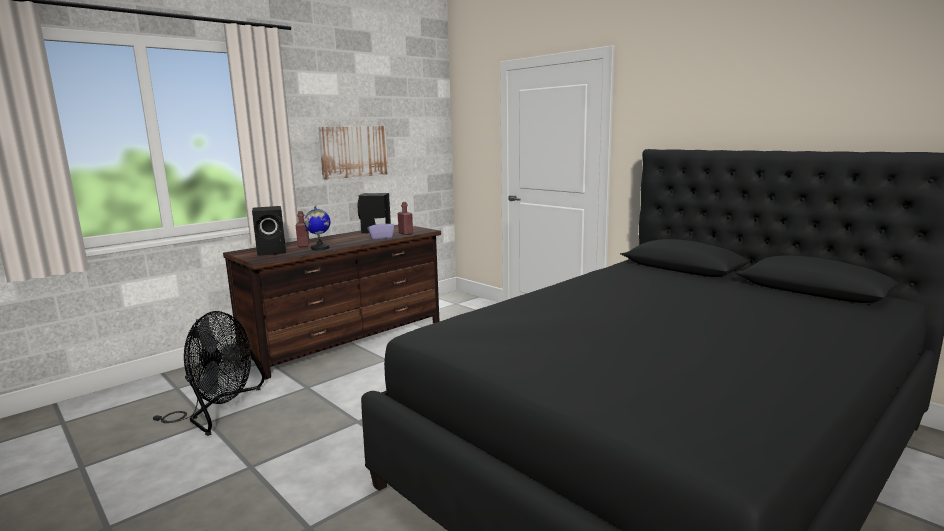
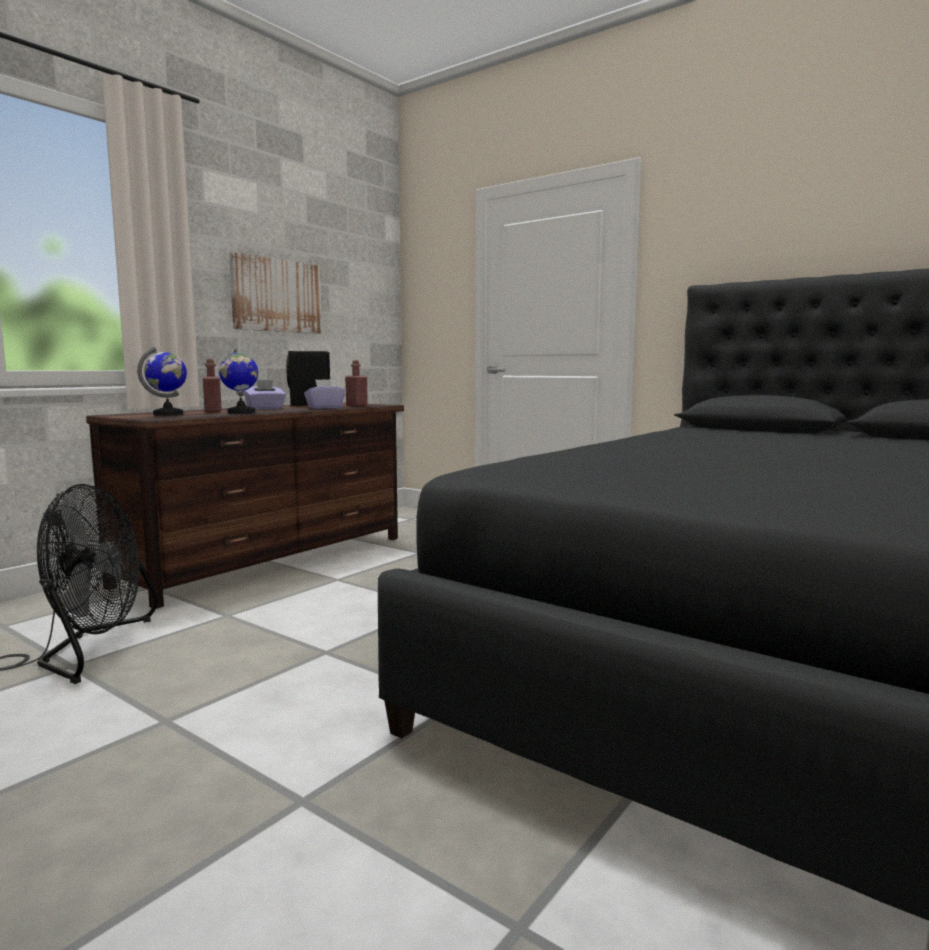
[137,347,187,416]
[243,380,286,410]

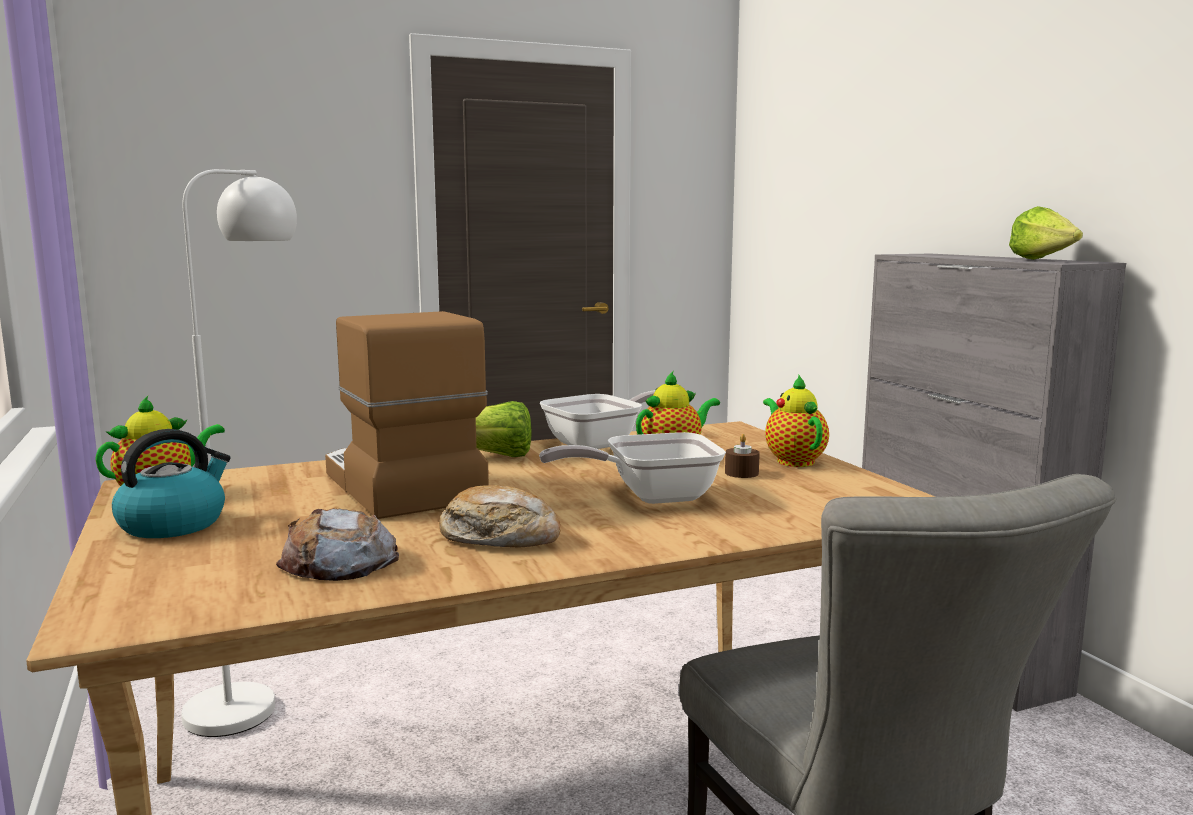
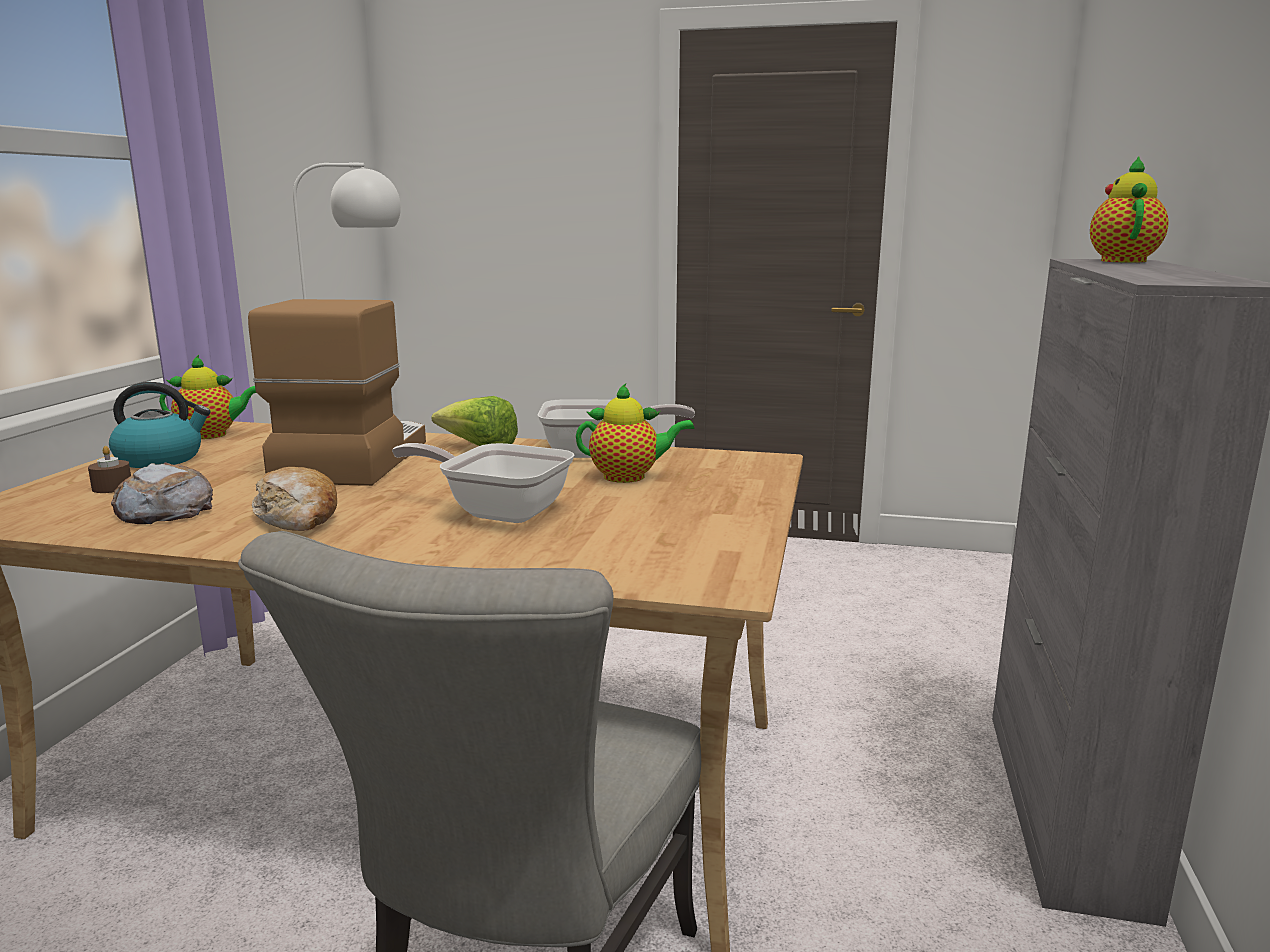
[88,446,131,493]
[1090,156,1169,263]
[1009,206,1083,260] (first image)

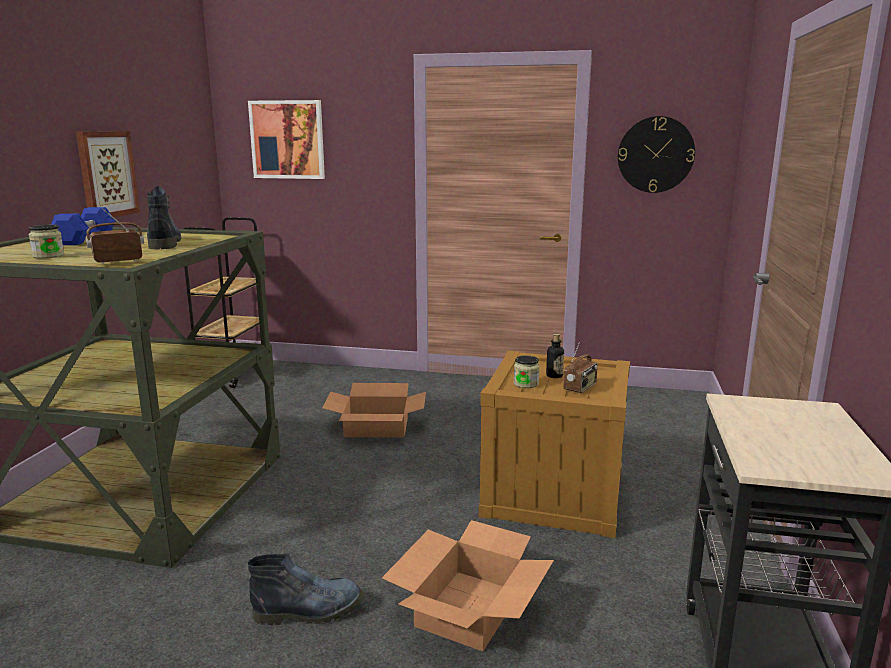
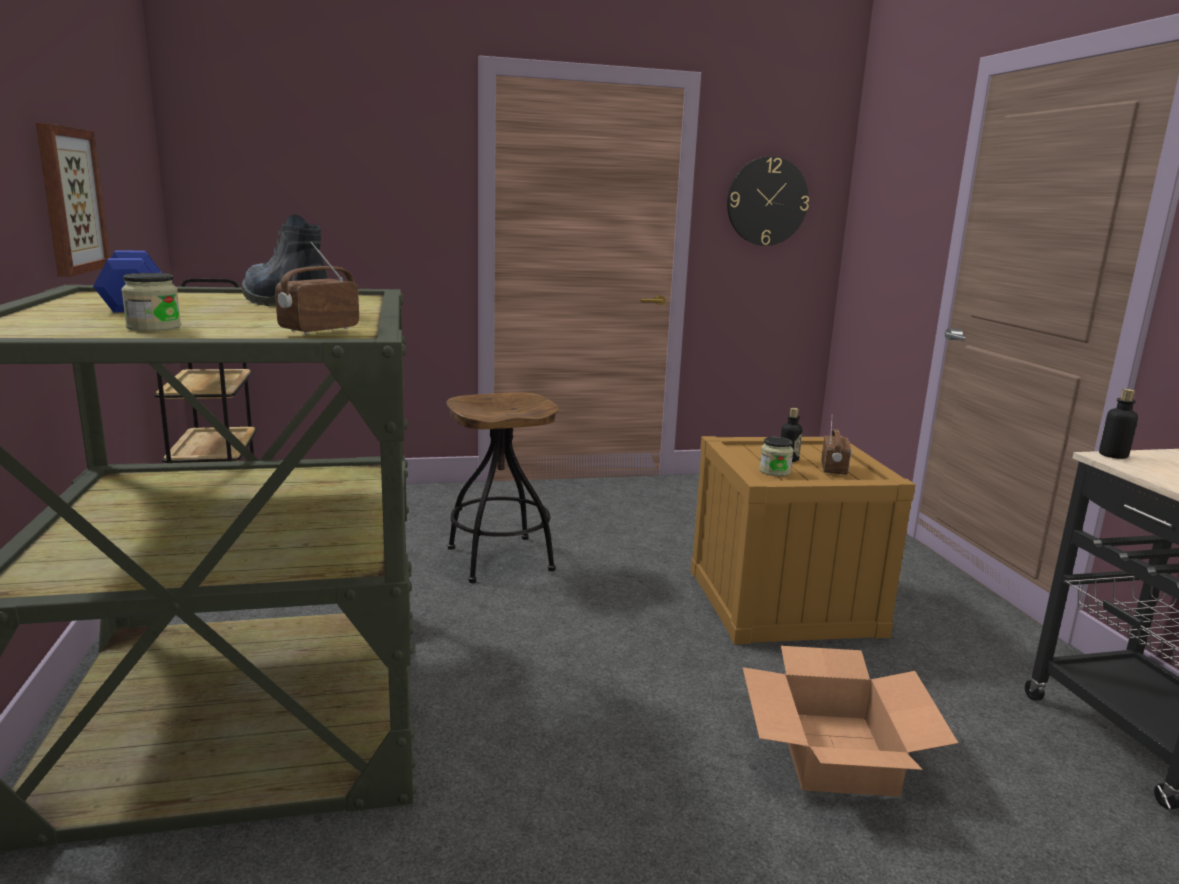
[447,392,559,583]
[1099,389,1138,459]
[248,100,325,179] (first image)
[248,553,363,625] (first image)

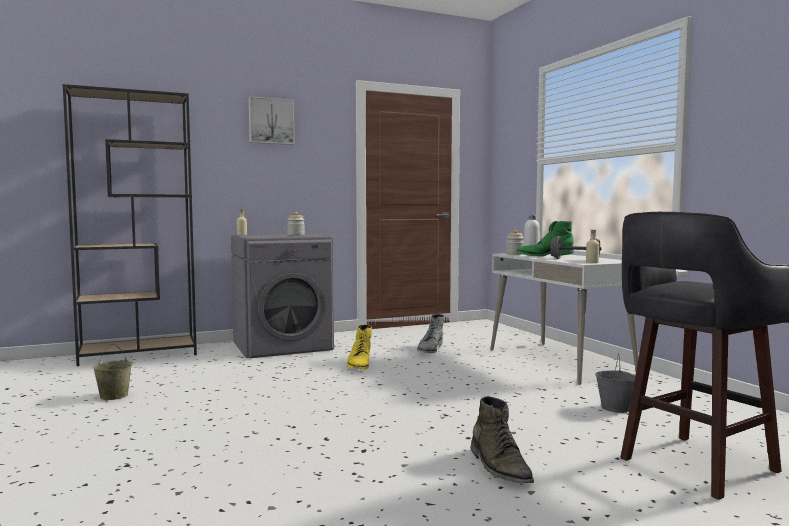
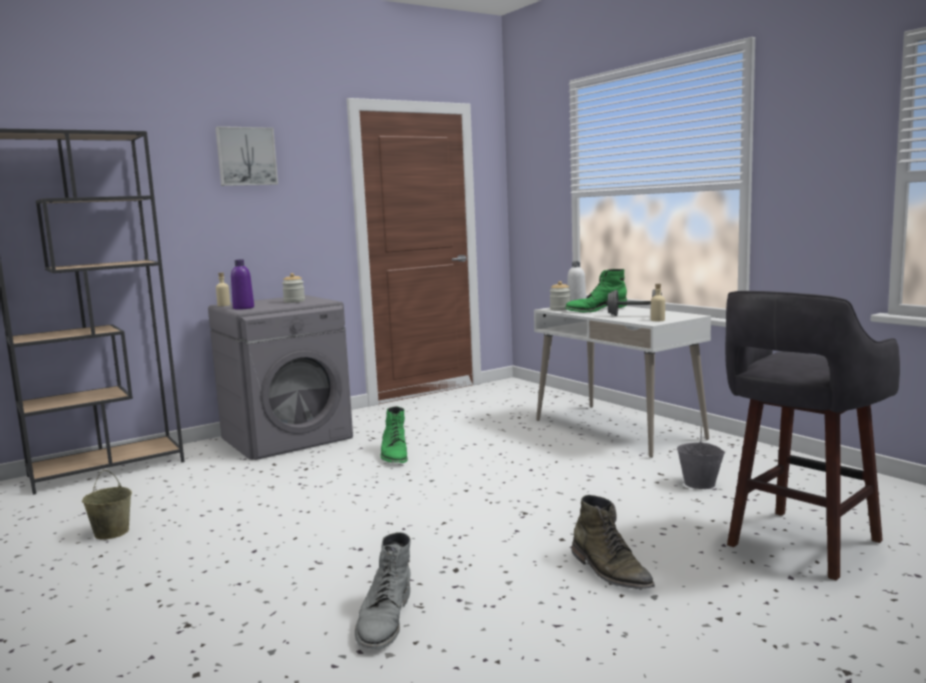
[231,259,254,310]
[355,532,411,650]
[381,406,408,463]

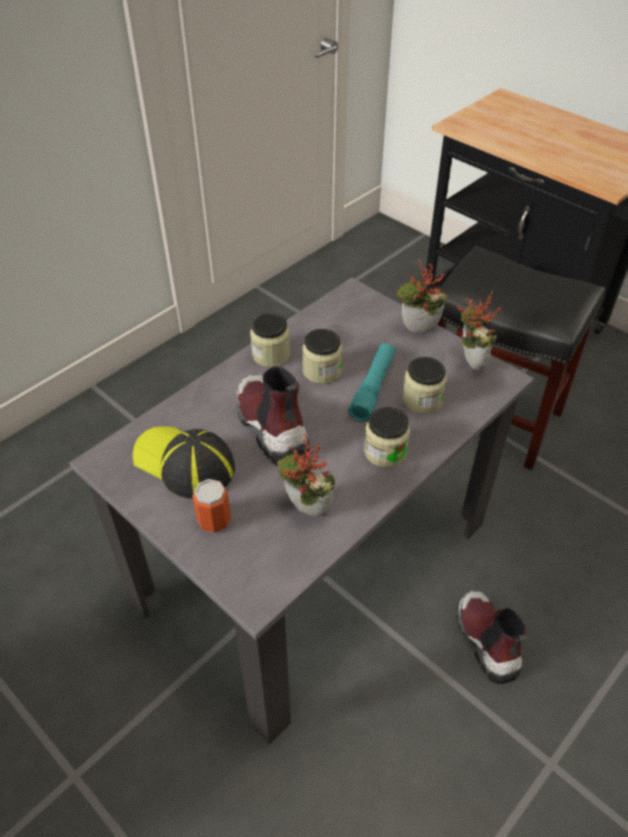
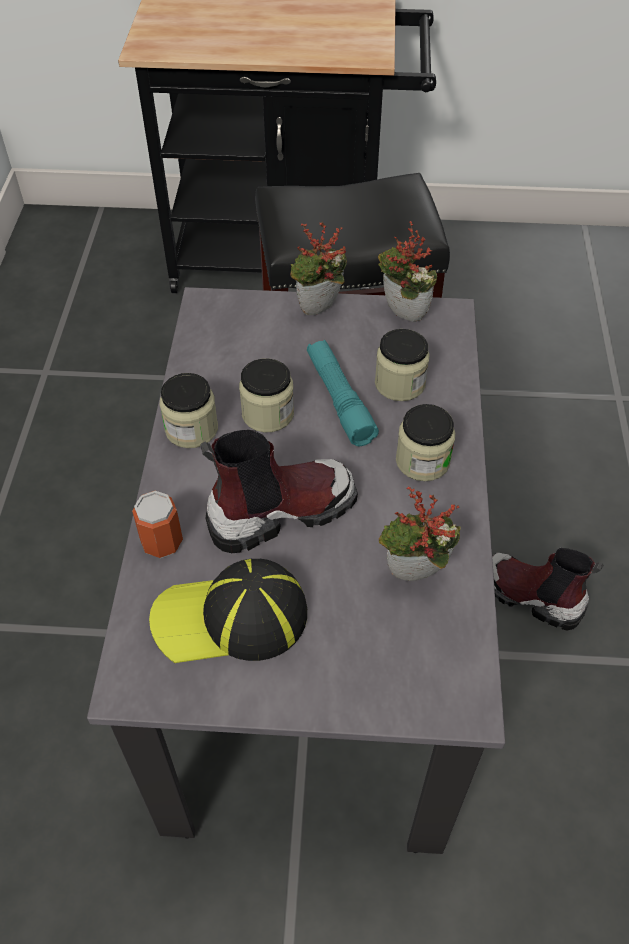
[132,491,183,558]
[200,430,358,553]

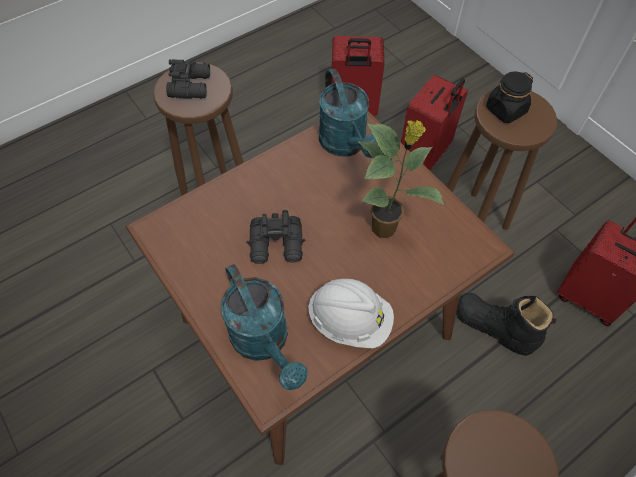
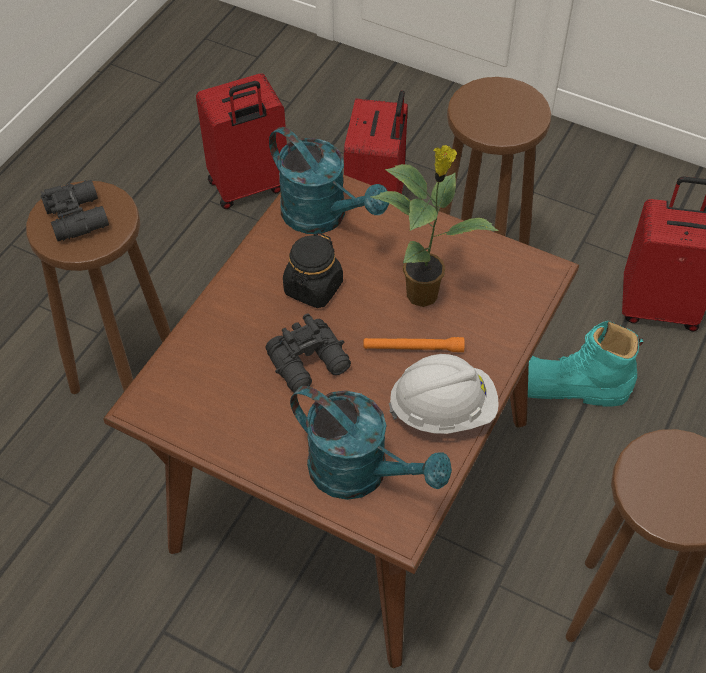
[283,233,343,308]
[364,337,465,352]
[528,321,643,406]

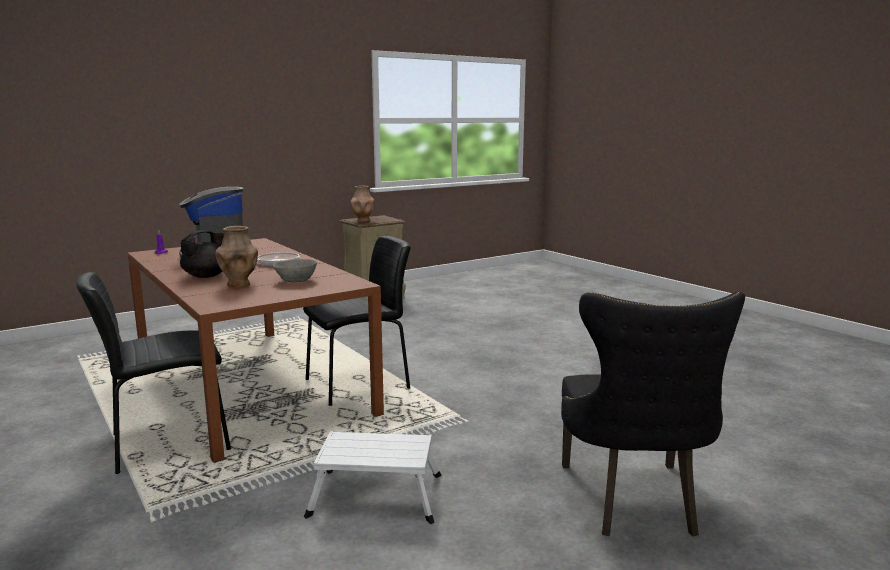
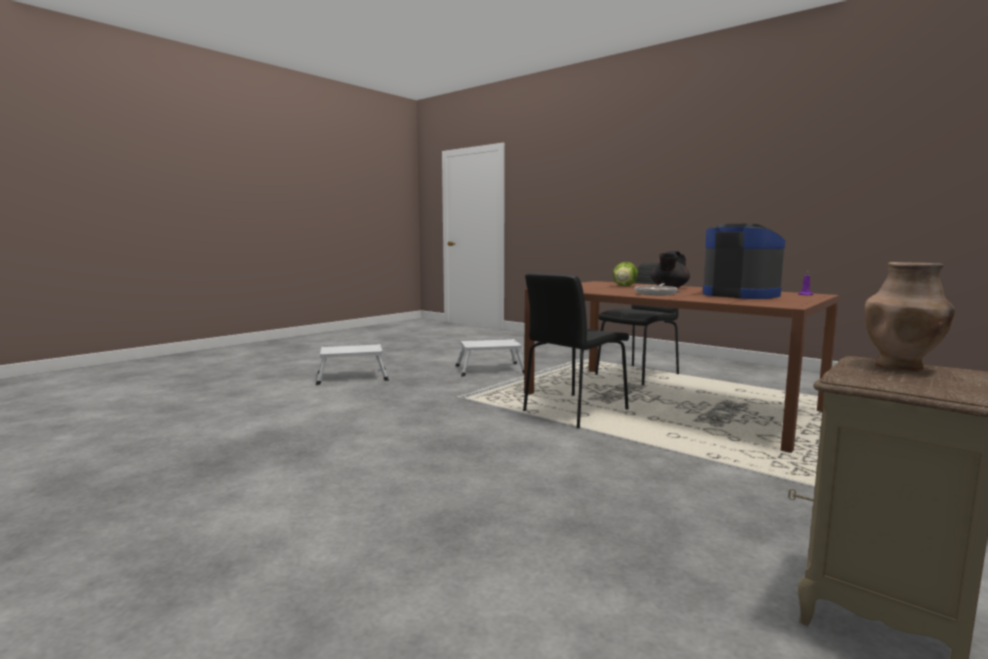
[316,344,389,385]
[613,262,638,286]
[273,259,317,282] (first image)

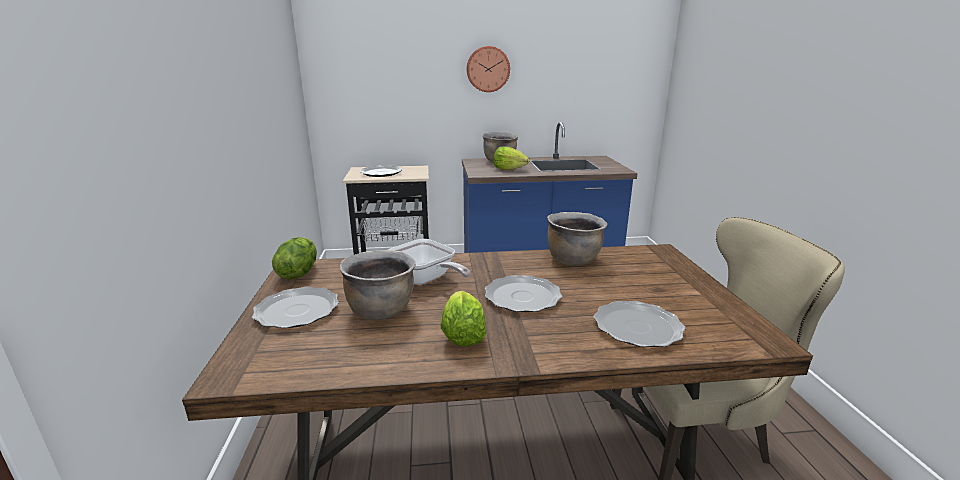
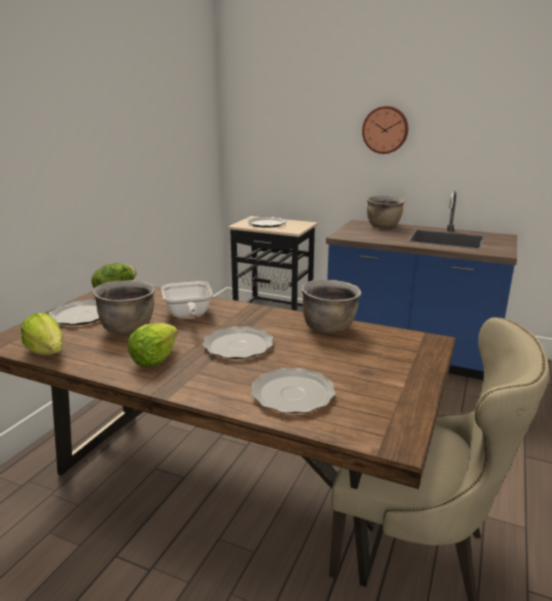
[21,313,63,355]

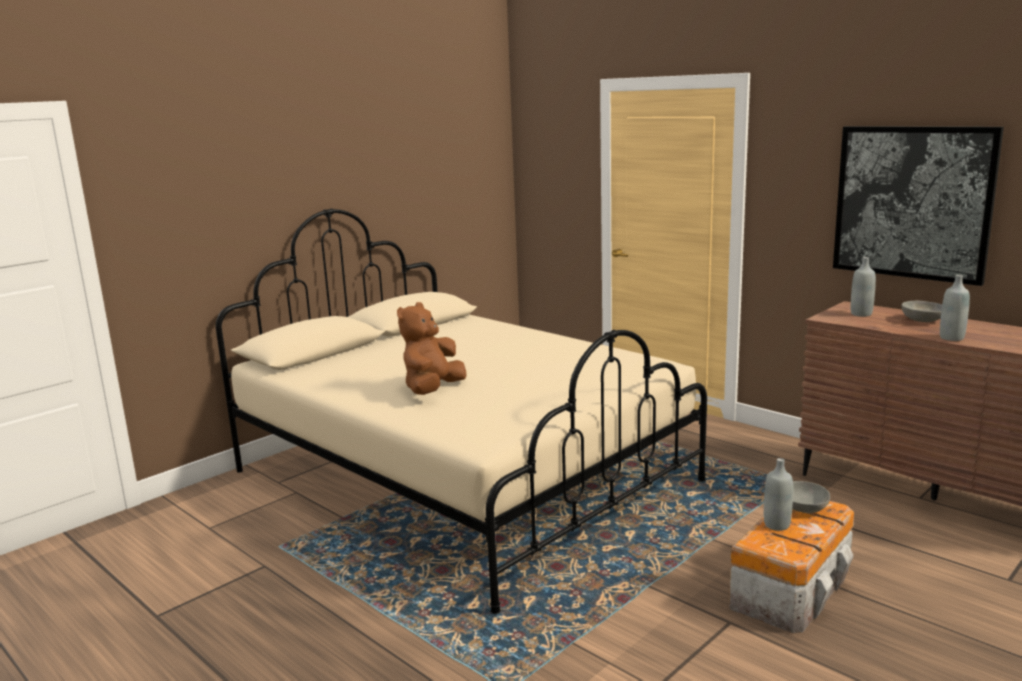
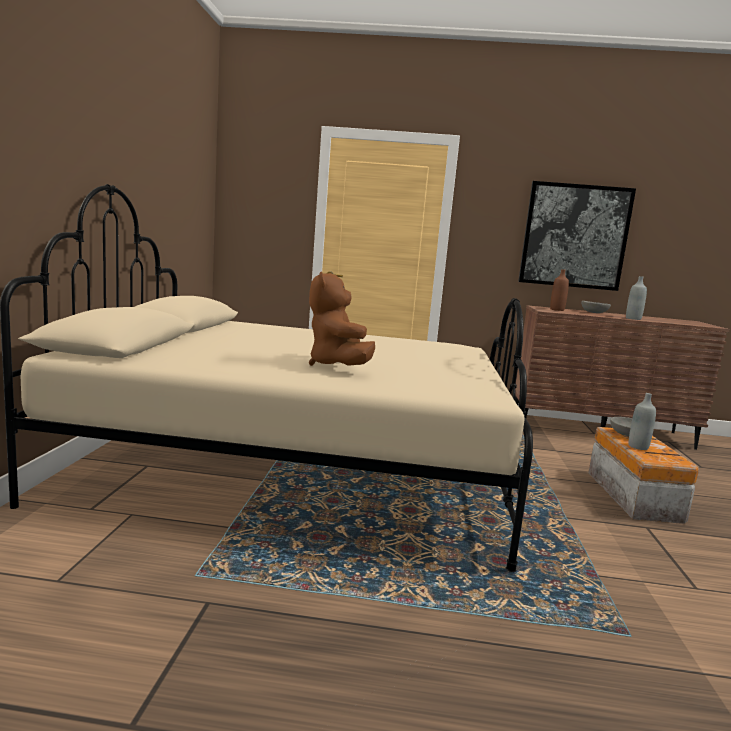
[550,269,569,311]

